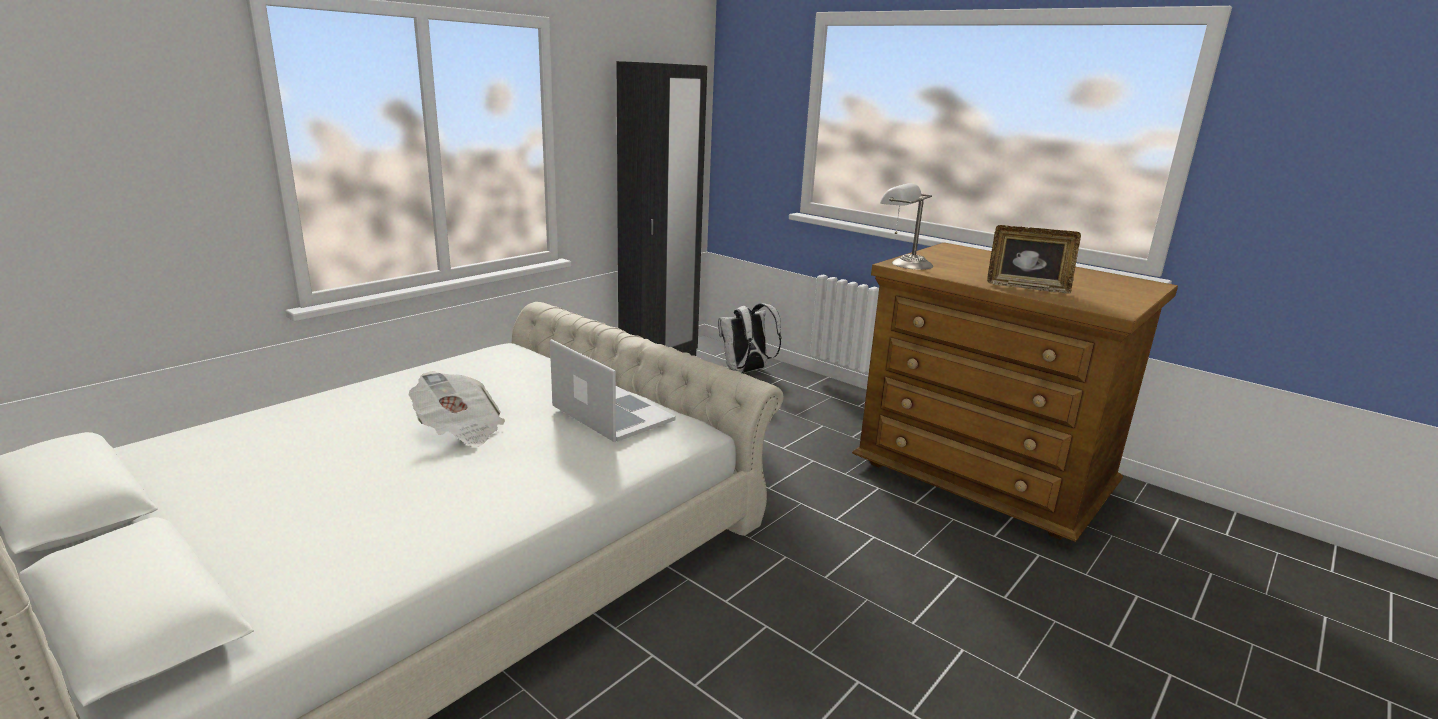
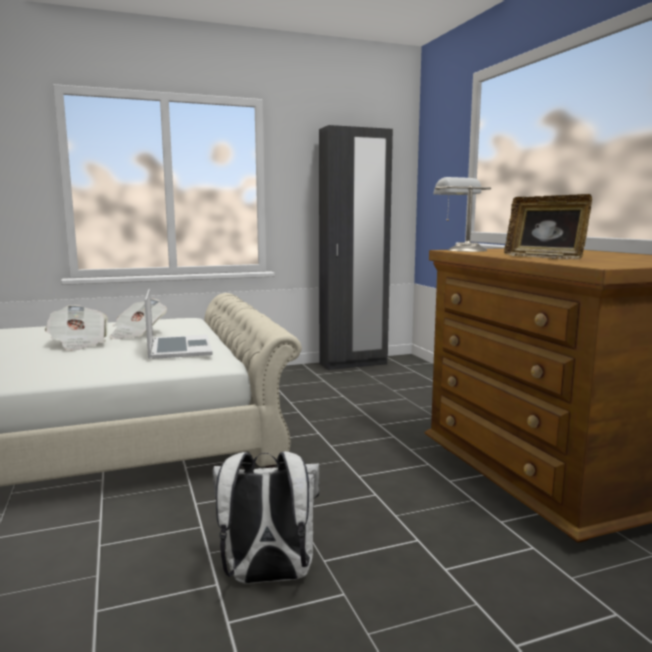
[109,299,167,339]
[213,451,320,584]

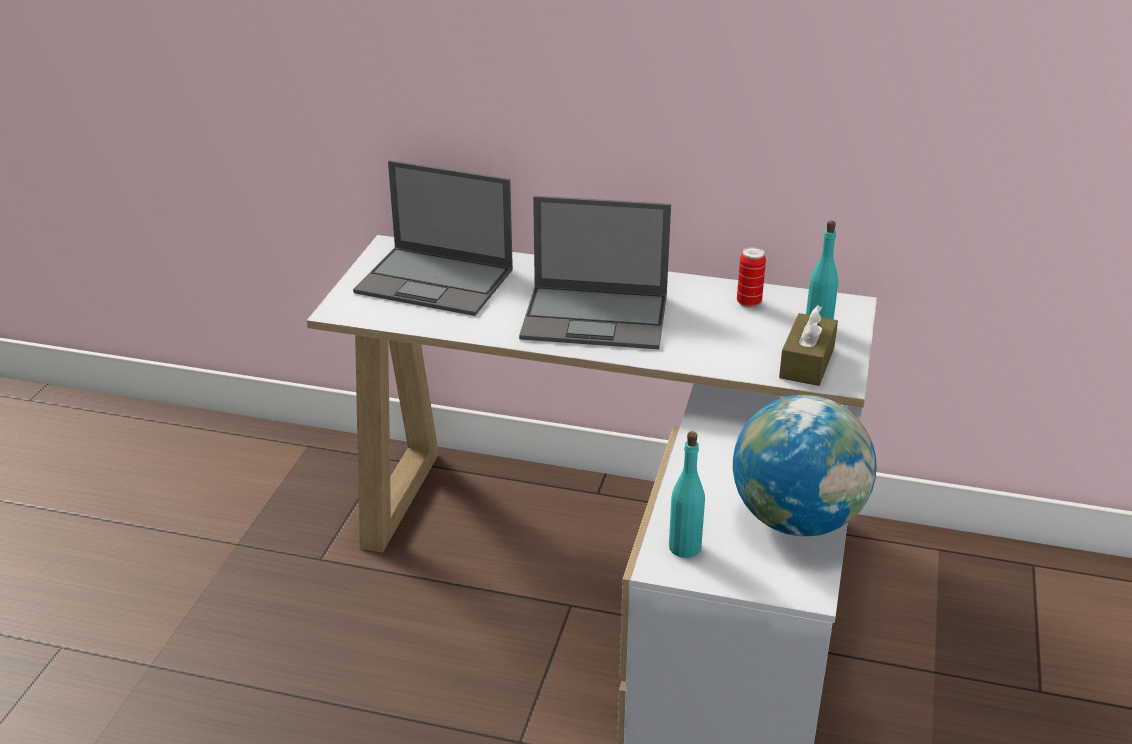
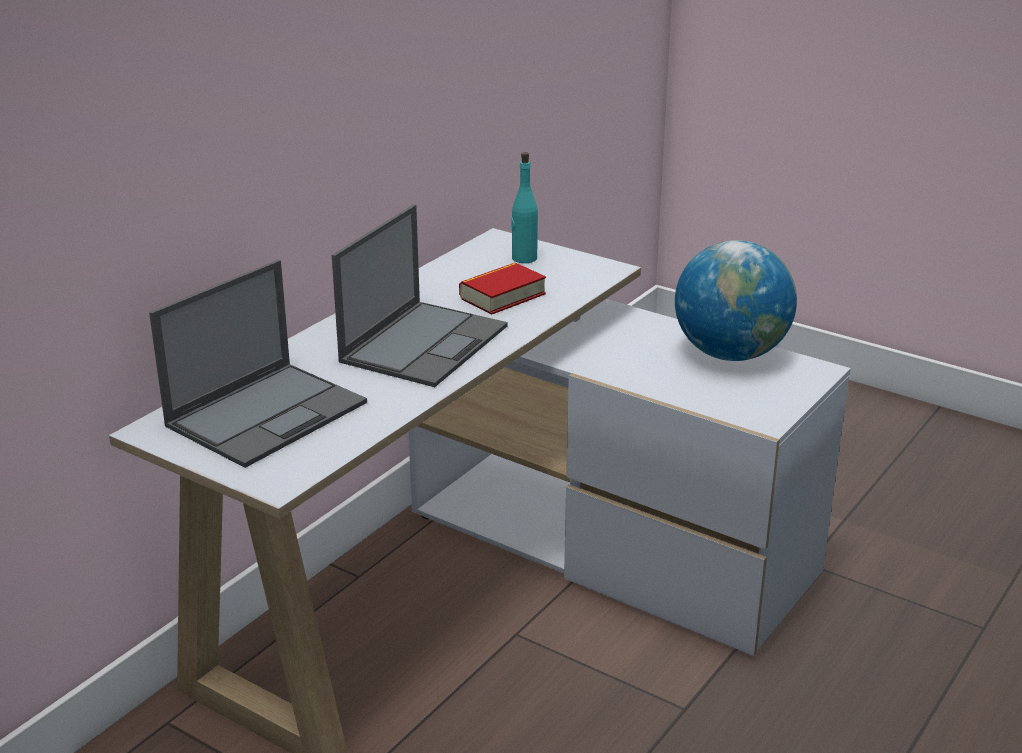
[459,263,546,314]
[669,431,705,558] (first image)
[737,247,766,308] (first image)
[779,305,838,386] (first image)

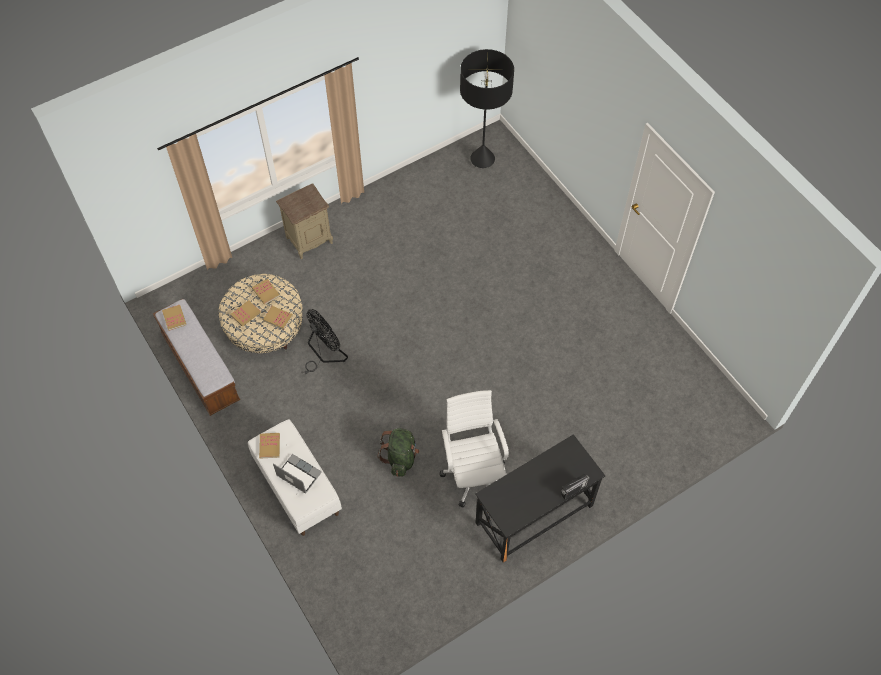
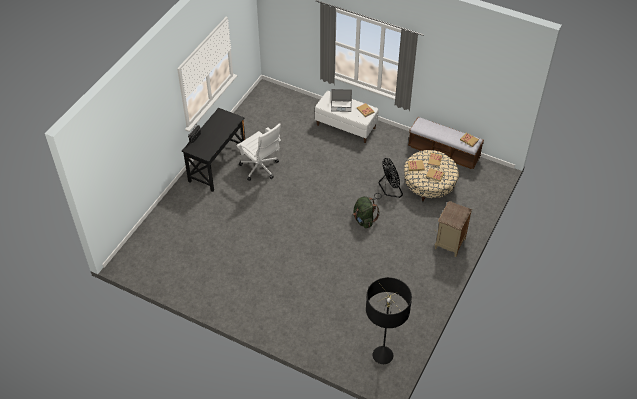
[353,196,380,228]
[372,158,403,200]

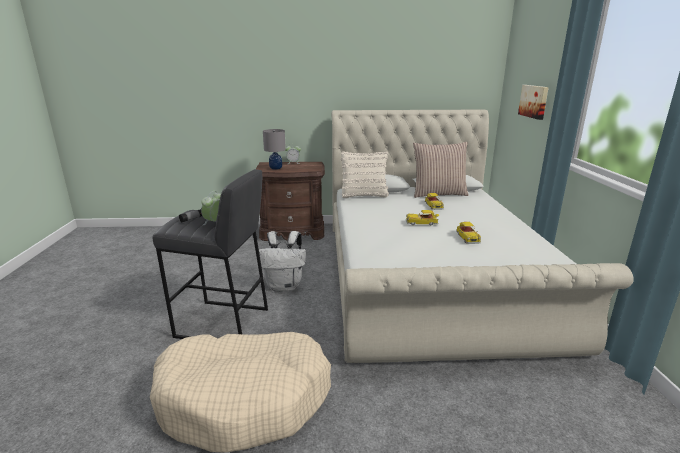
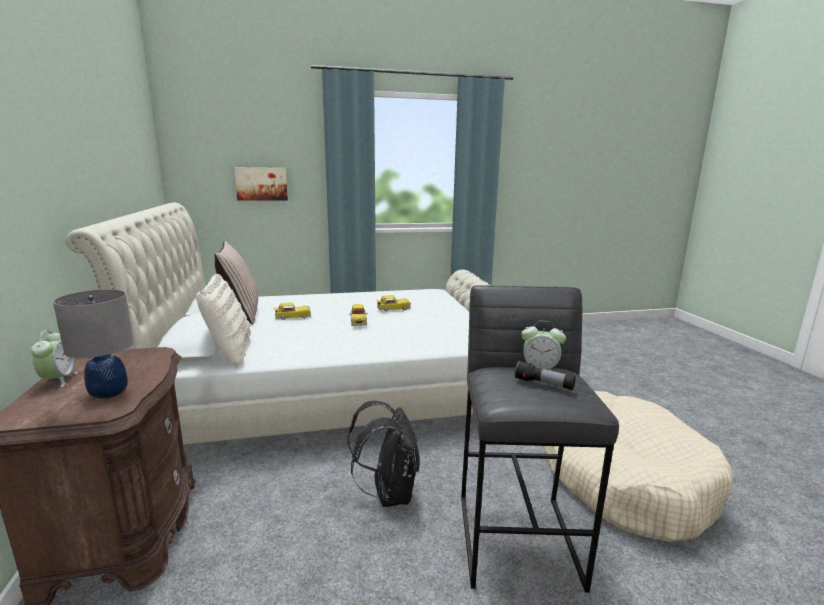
[347,401,420,507]

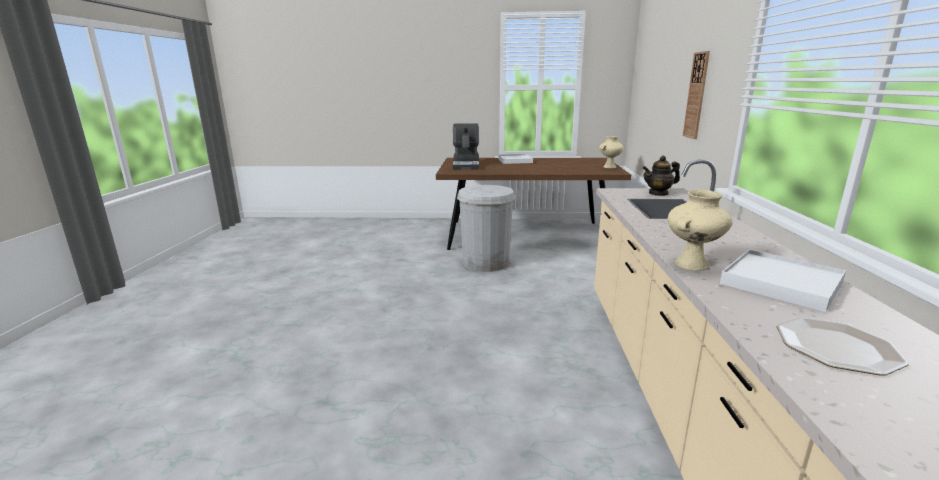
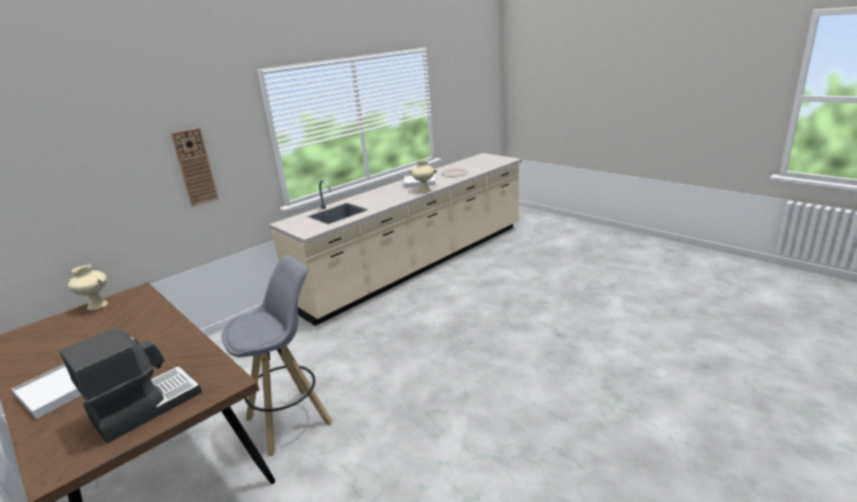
[222,255,333,456]
[643,155,680,196] (first image)

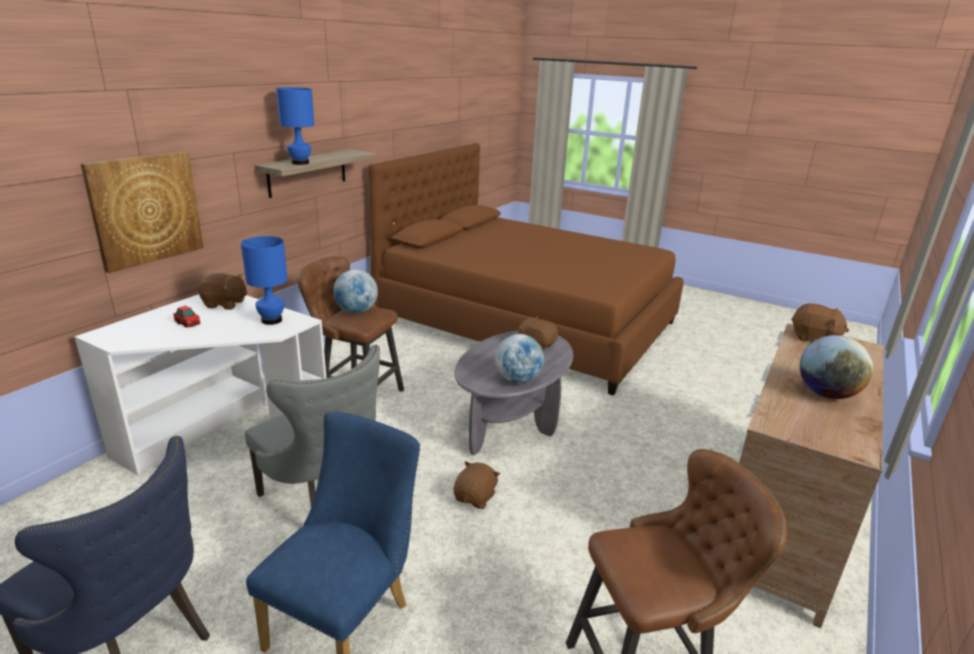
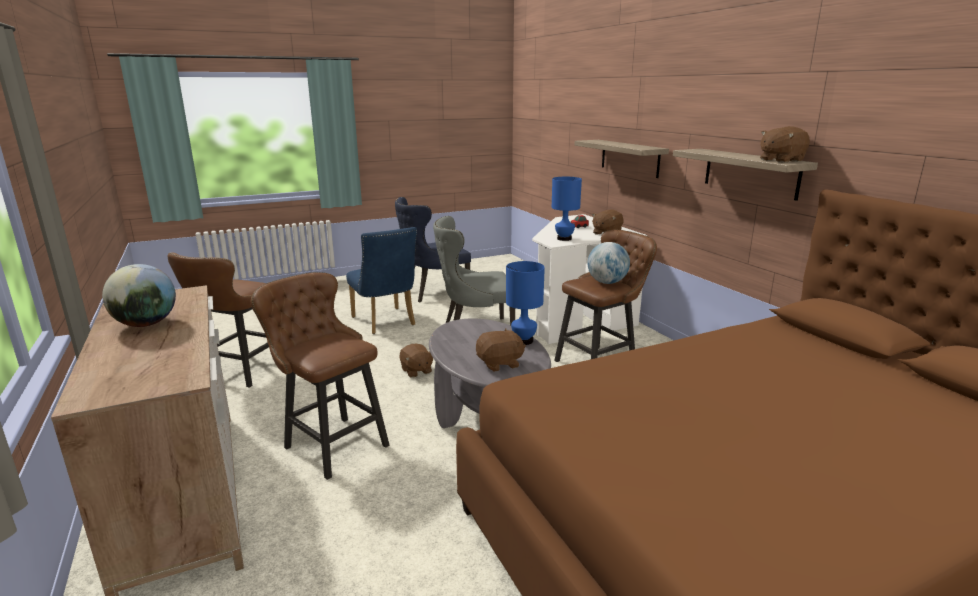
[251,272,390,480]
[506,261,545,345]
[575,140,669,178]
[760,126,810,163]
[495,334,544,383] (first image)

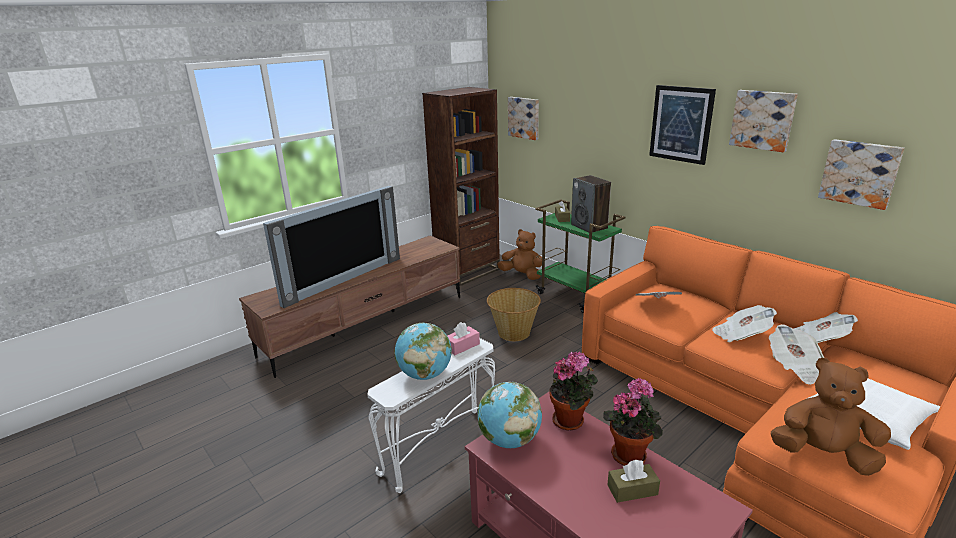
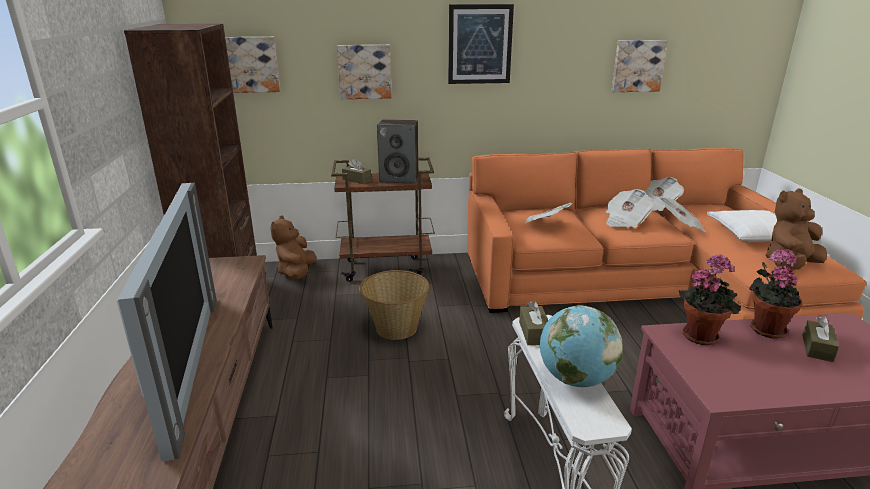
[270,216,317,279]
[331,158,435,282]
[337,45,392,99]
[519,301,548,345]
[478,382,542,448] (first image)

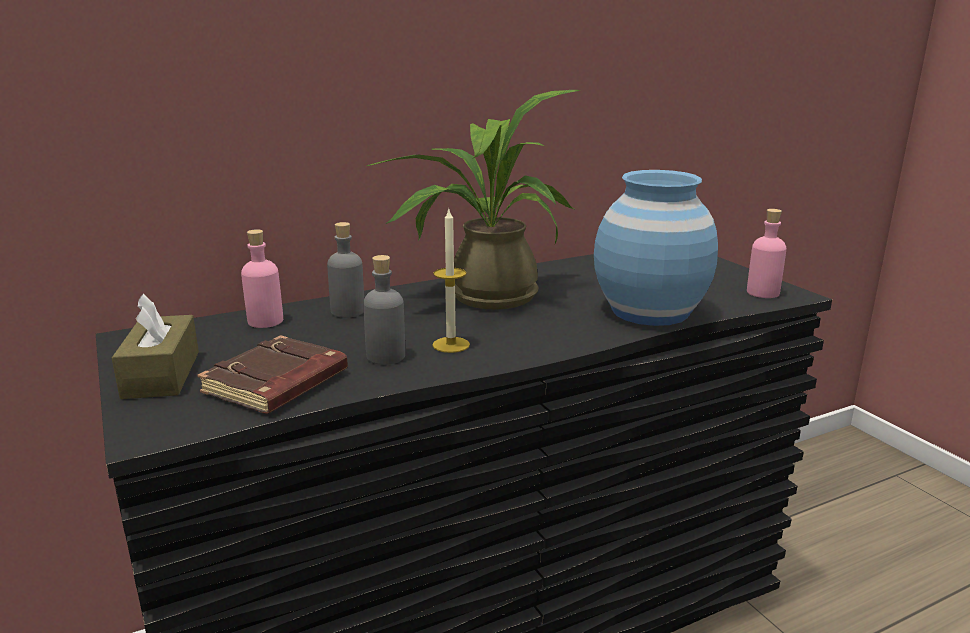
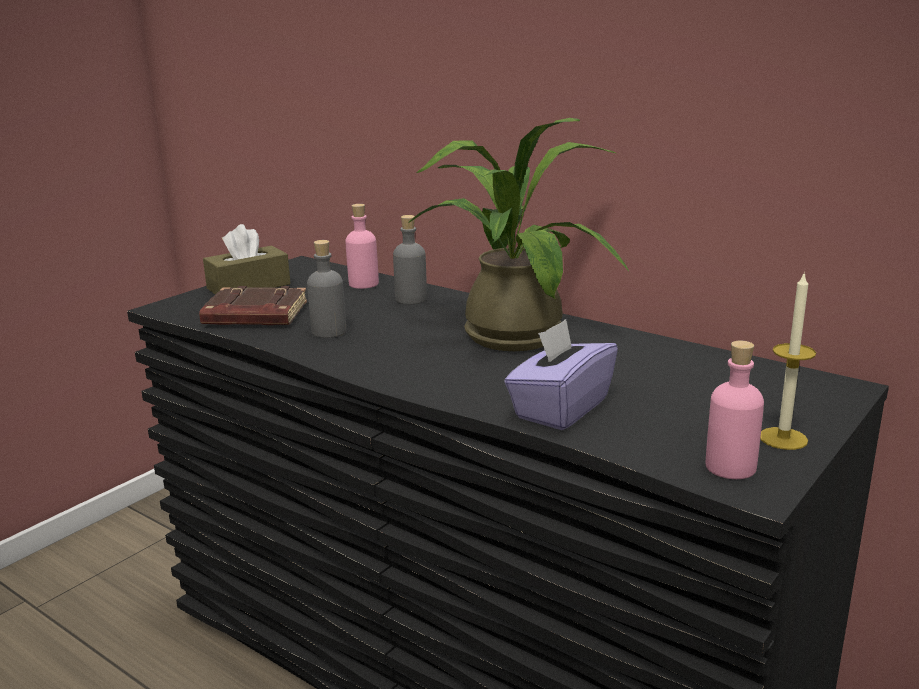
[504,319,618,430]
[760,271,816,450]

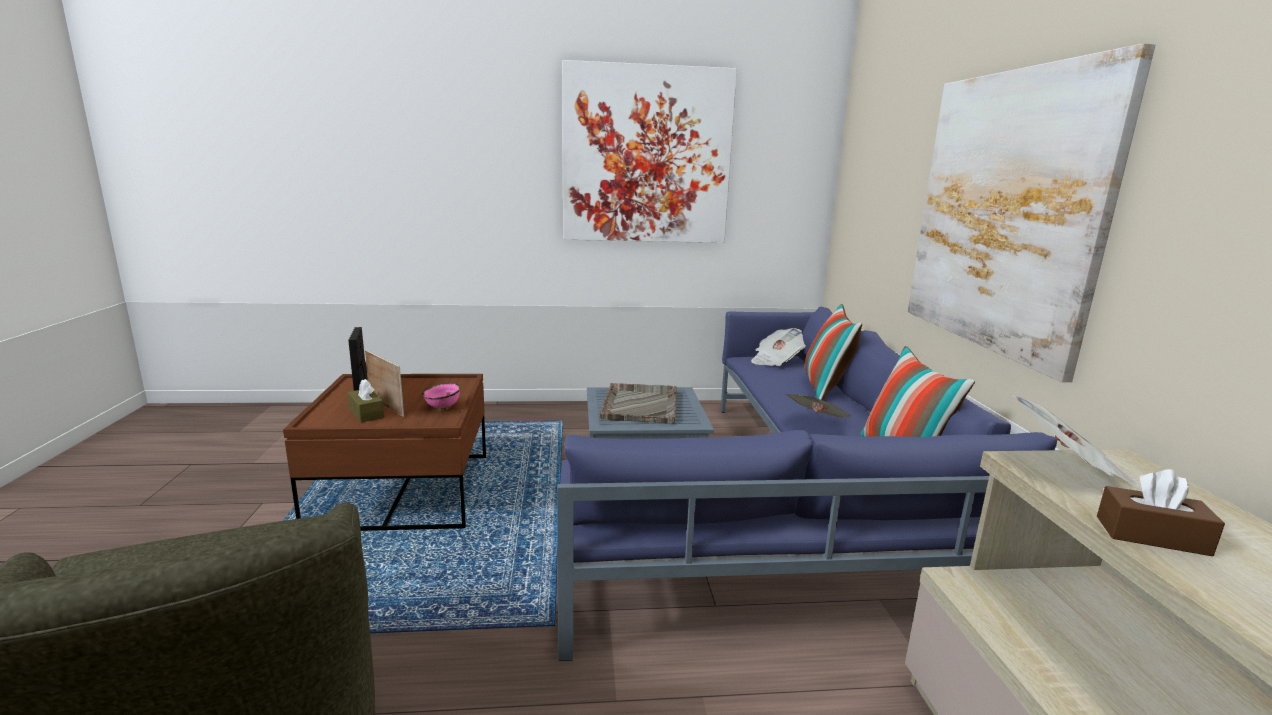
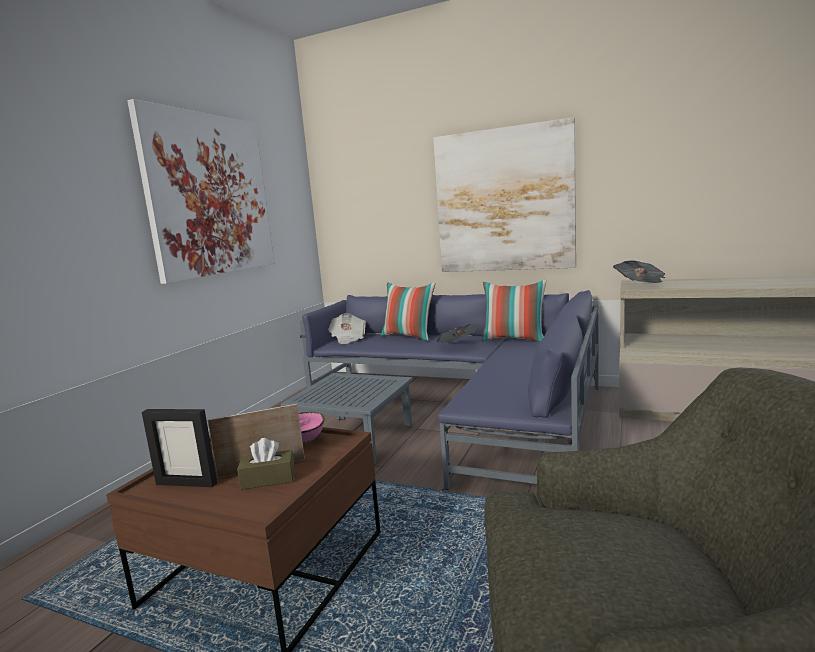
[600,383,677,424] (first image)
[1097,469,1225,556] (first image)

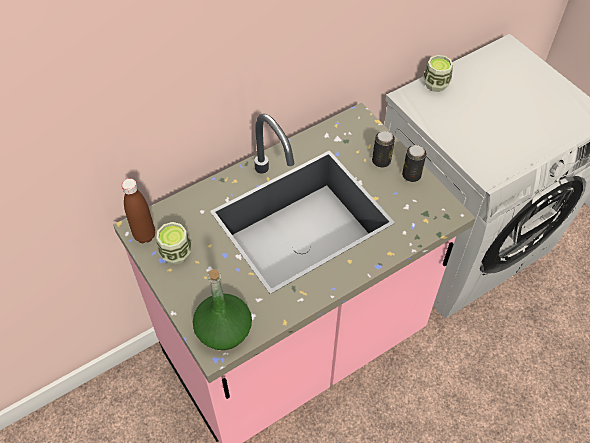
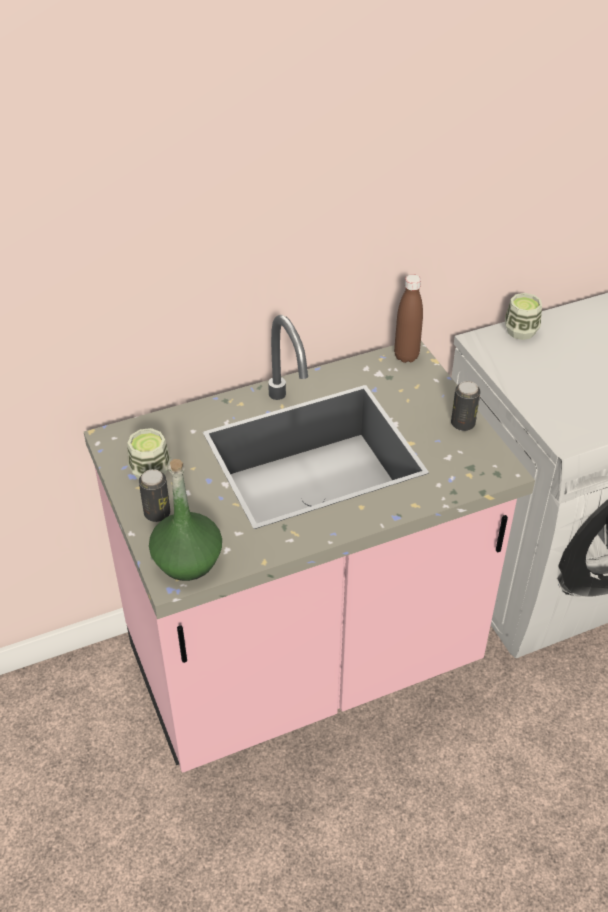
[139,469,170,522]
[394,274,423,363]

